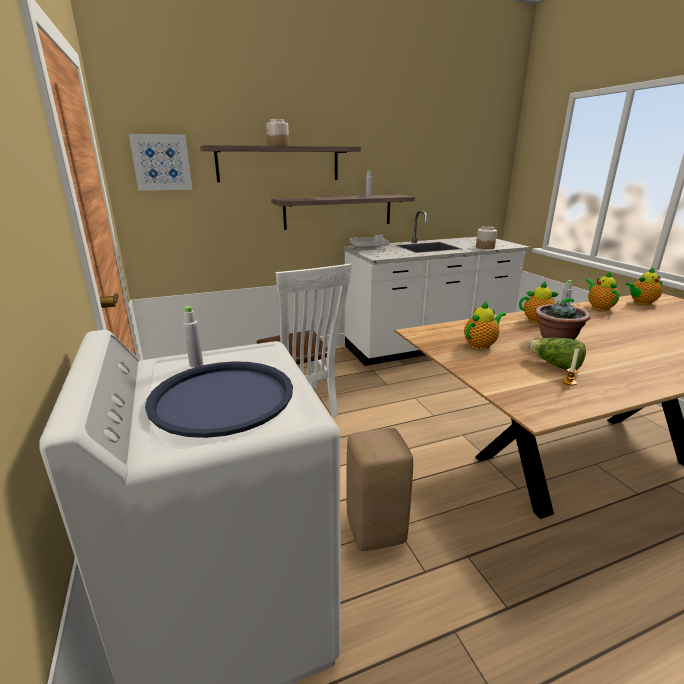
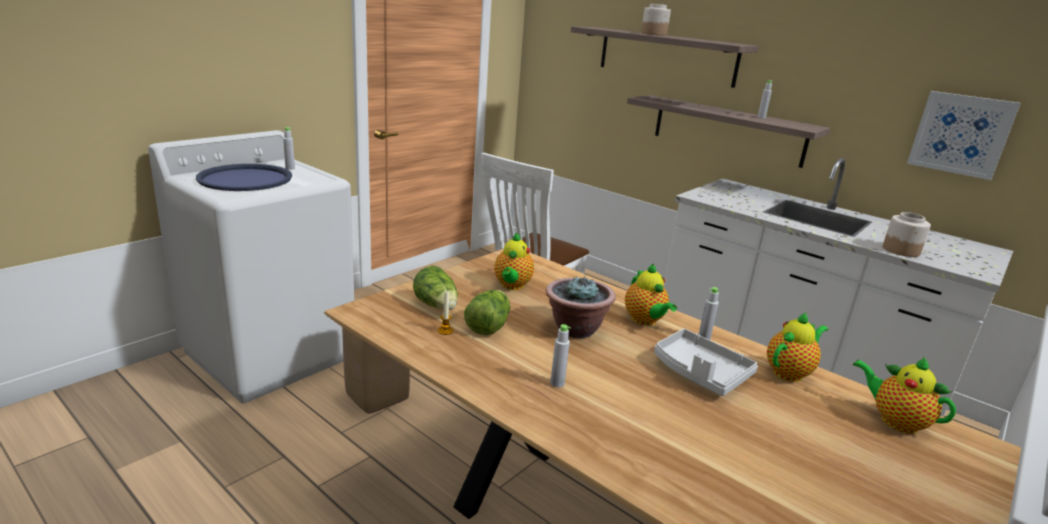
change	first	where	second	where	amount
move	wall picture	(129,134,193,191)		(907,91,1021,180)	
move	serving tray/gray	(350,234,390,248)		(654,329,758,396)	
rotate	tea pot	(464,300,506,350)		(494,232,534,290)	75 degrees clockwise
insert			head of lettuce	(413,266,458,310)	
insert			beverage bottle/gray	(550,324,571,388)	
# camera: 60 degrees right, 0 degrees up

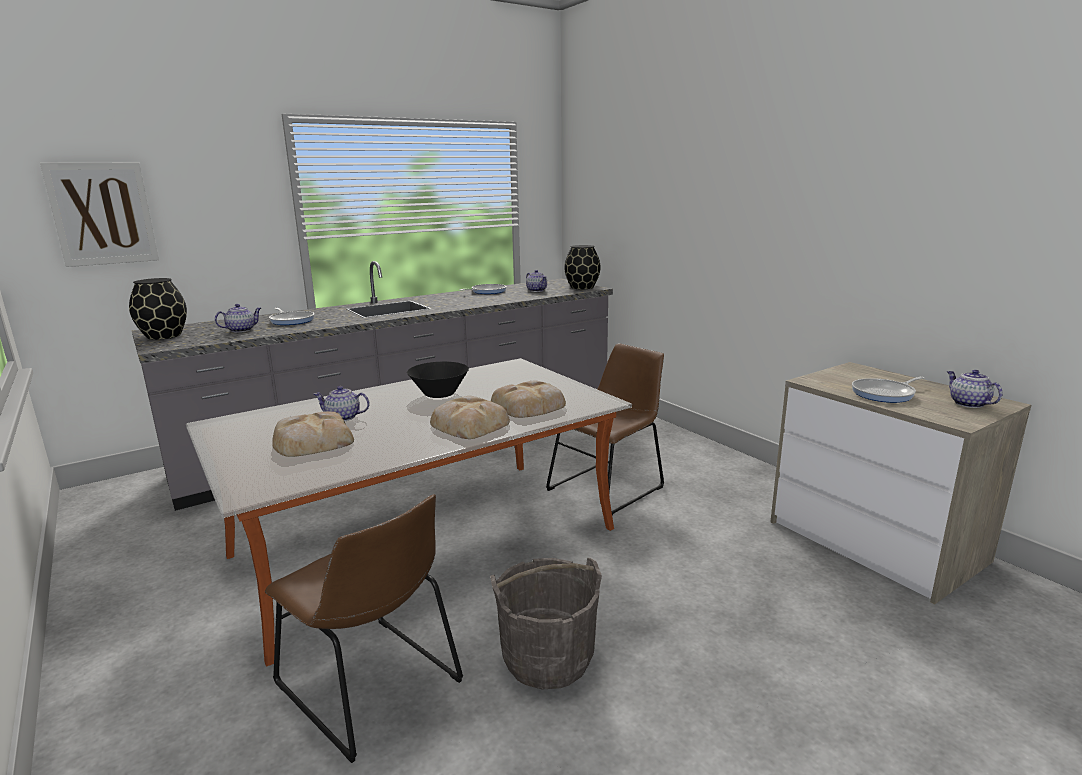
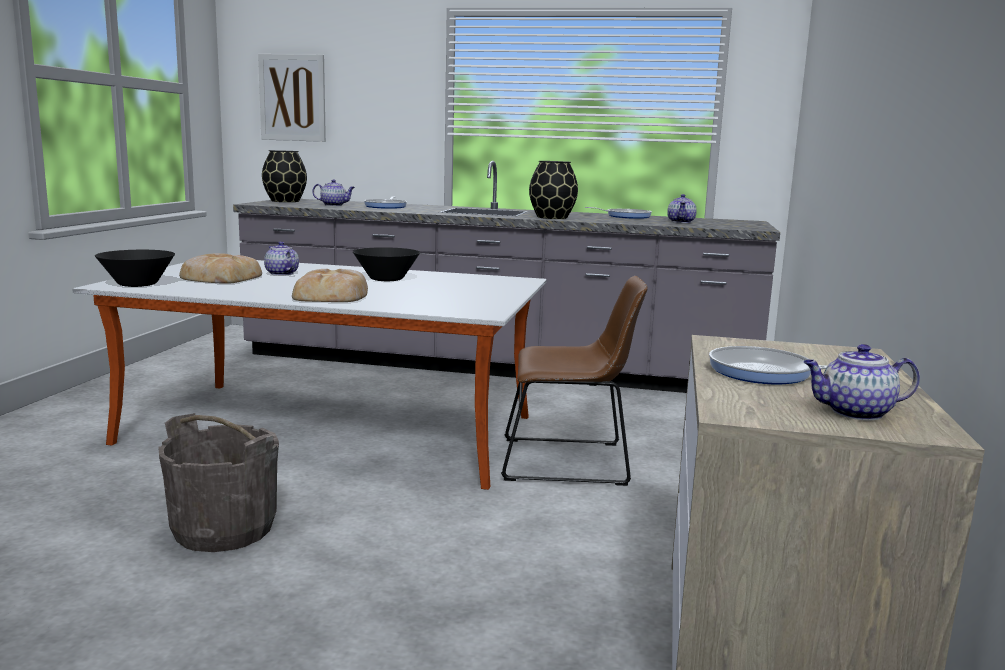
change	first	where	second	where	amount
delete	chair/brownish	(265,494,463,763)			
delete	baked bread	(491,380,566,418)			
move	vase/blackish	(564,245,601,289)		(529,161,578,219)	
rotate	tea pot	(947,370,1003,408)		(804,344,920,420)	120 degrees counterclockwise
insert			deep dish/blackish	(95,250,175,287)	
# camera: 45 degrees right, 5 degrees down

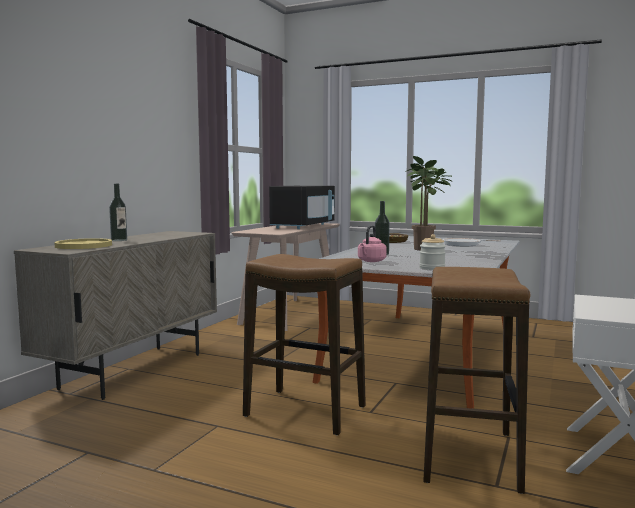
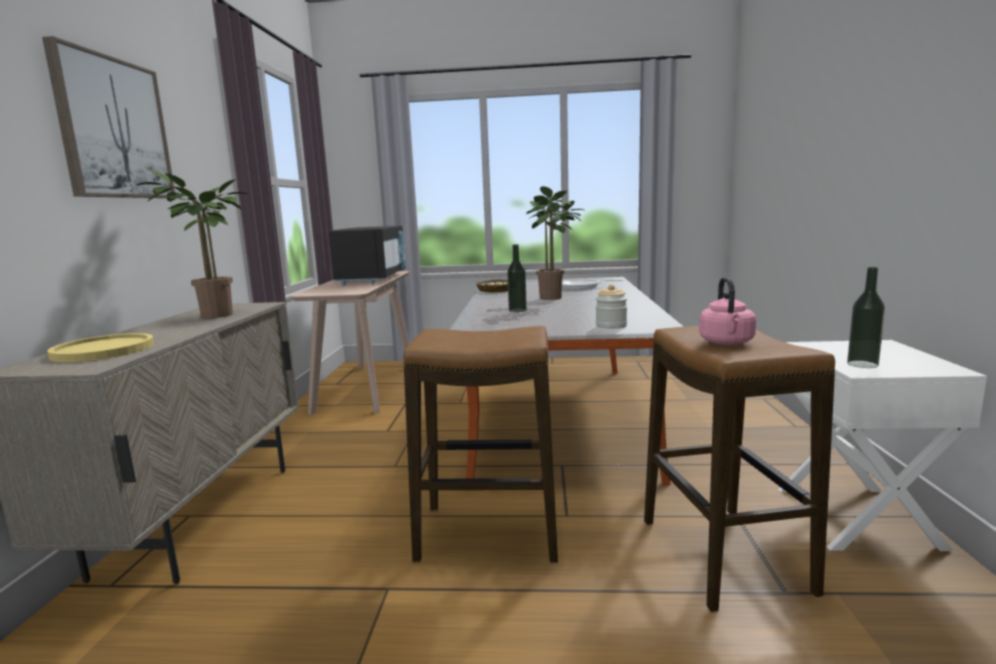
change	first	where	second	where	amount
move	beverage bottle	(109,184,127,241)		(847,267,885,368)	
move	kettle/pink-coloured	(358,225,387,262)		(699,277,756,345)	
insert			wall picture	(42,36,175,198)	
insert			potted plant	(136,169,248,318)	
# camera: 20 degrees left, 5 degrees up

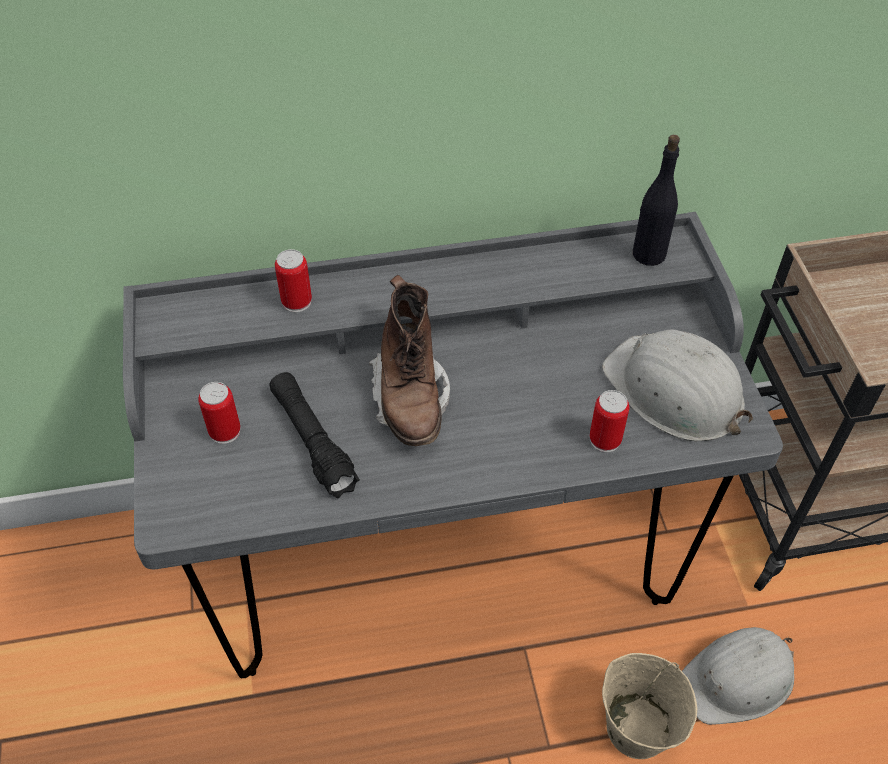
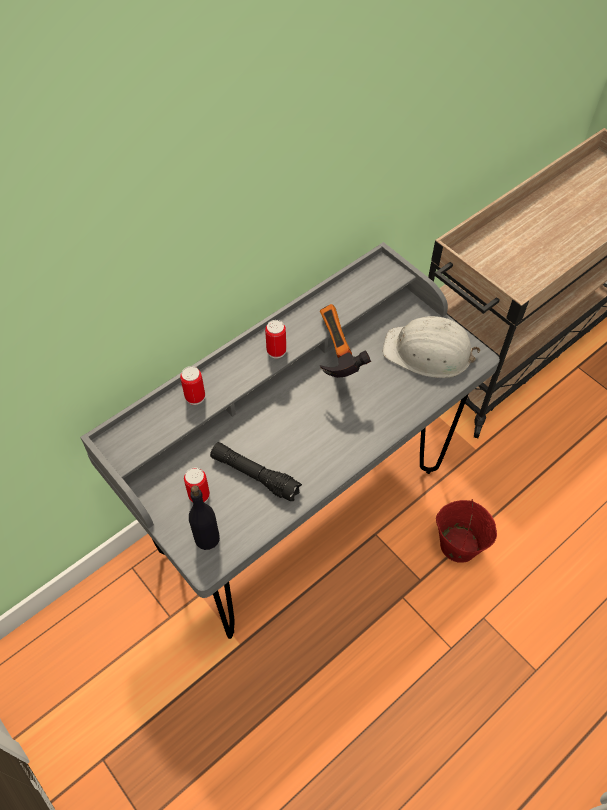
change	first	where	second	where	amount
delete	tall boot/brownish	(369,275,450,446)			
move	can	(590,390,629,453)		(265,320,286,358)	
recolor	bucket/beige	(602,653,697,759)	bucket/red-coloured	(436,499,497,563)	
move	beverage bottle/blackish	(633,135,680,266)		(189,485,220,550)	
delete	hard hat/white-coloured	(682,627,794,725)			
insert			hand hammer	(320,304,371,378)	
# camera: 30 degrees left, 5 degrees up

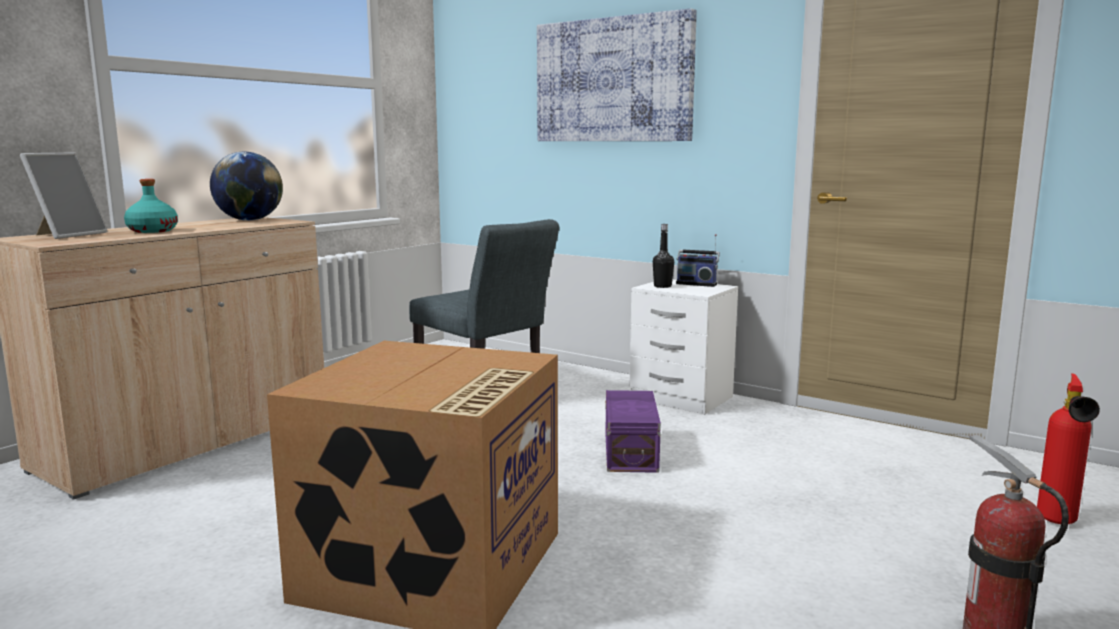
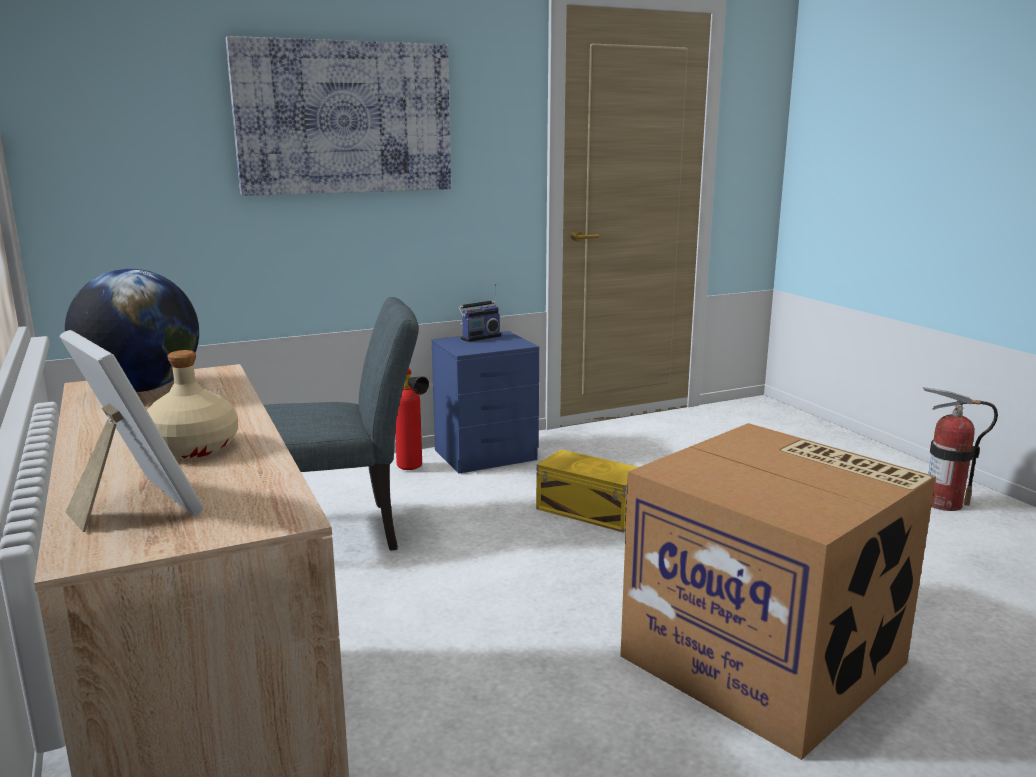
change	first	where	second	where	amount
recolor	beverage bottle/blue-green	(124,179,178,233)	beverage bottle/beige	(147,350,238,459)	
recolor	storage box/purplish	(605,390,661,473)	storage box/yellowish	(536,450,638,533)	
recolor	bedside table/white-coloured	(630,279,738,414)	bedside table/blue	(432,331,539,474)	
delete	beverage bottle/blackish	(653,224,674,288)			
move	fire-fighting cylinder	(1037,373,1100,524)		(395,368,429,470)	
# camera: 60 degrees left, 5 degrees up

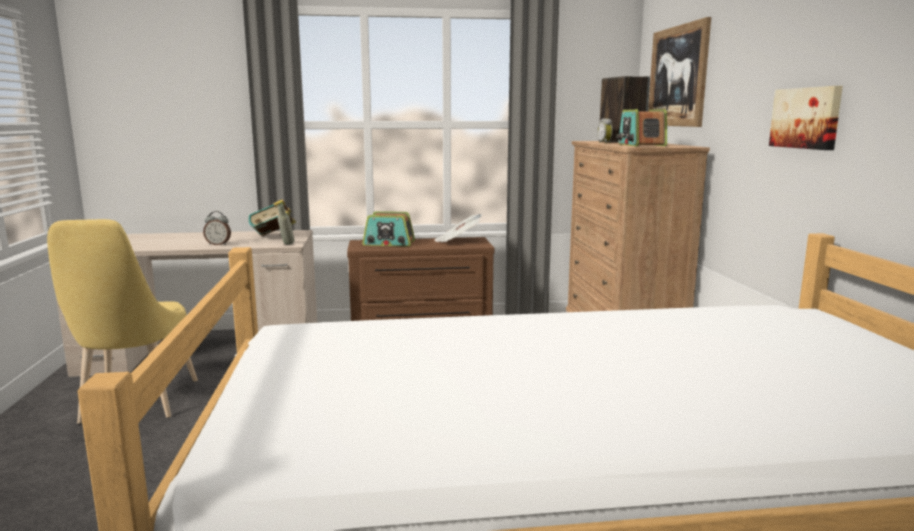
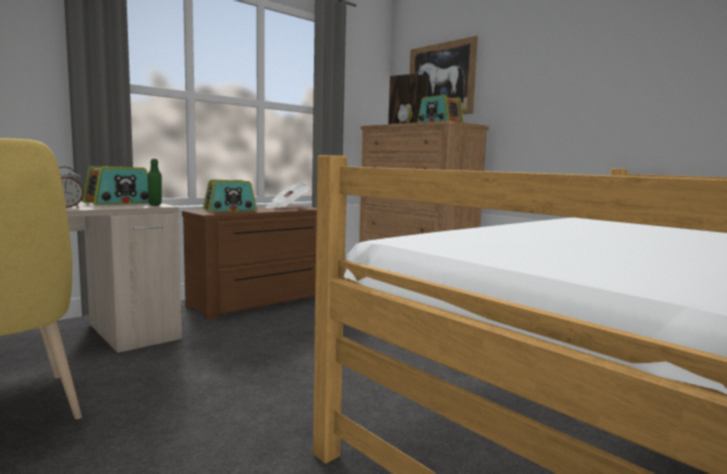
change	first	where	second	where	amount
replace	book	(248,199,296,235)	radio set	(82,166,148,205)	
recolor	beverage bottle/gray	(278,204,294,244)	beverage bottle/green-coloured	(147,159,162,206)	
delete	wall picture	(769,86,843,150)			
# camera: 35 degrees left, 5 degrees down

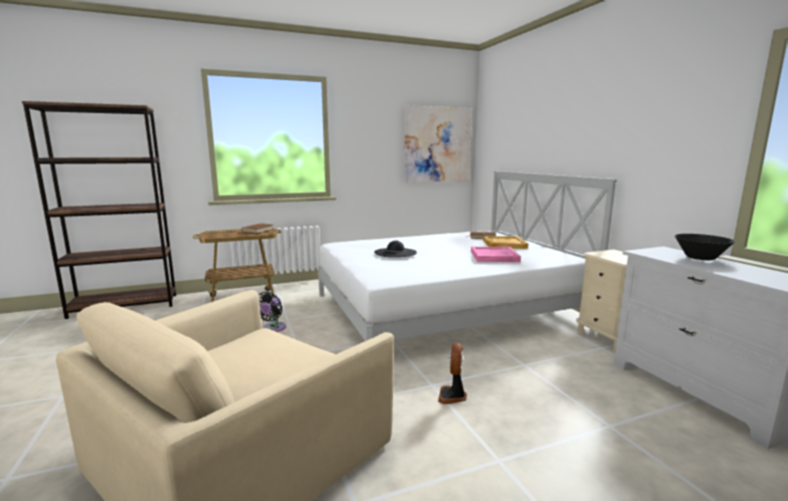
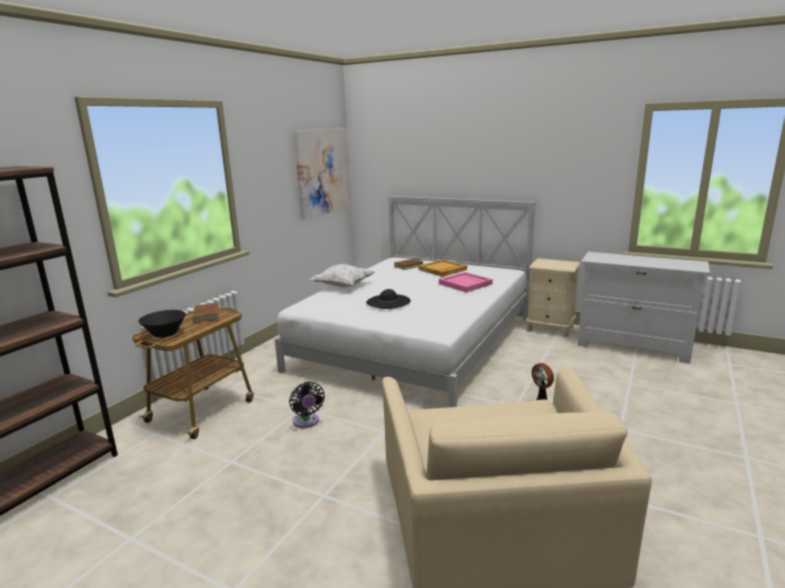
change	first	where	second	where	amount
move	deep dish/blackish	(675,234,735,260)		(138,310,186,338)	
insert			cushion/white-coloured	(310,264,375,287)	
# camera: 40 degrees left, 5 degrees up

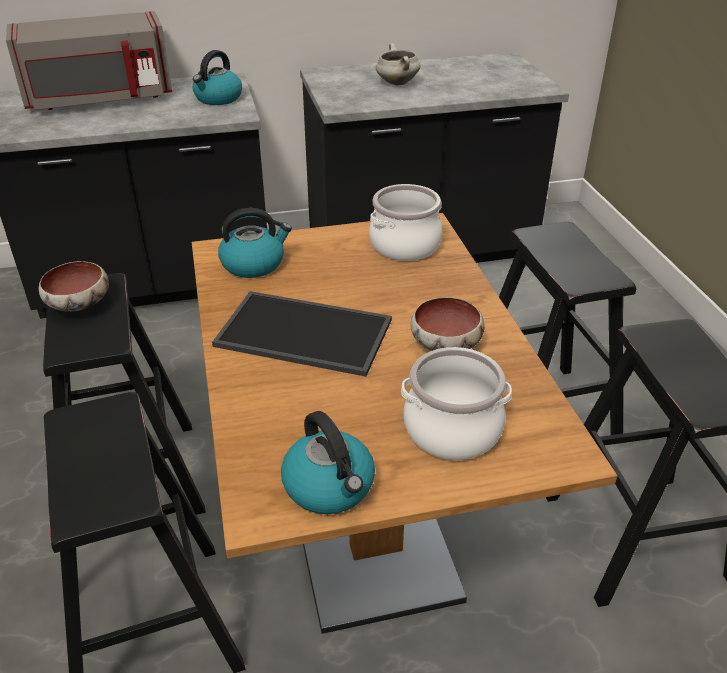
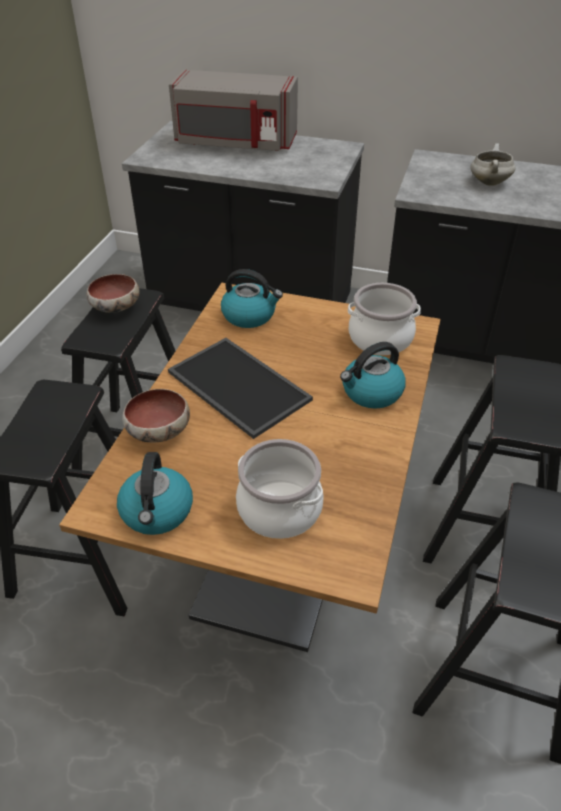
change	first	where	second	where	amount
move	kettle	(192,50,242,105)		(340,342,406,409)	
move	deep dish	(411,297,485,351)		(122,389,190,443)	
# camera: 30 degrees right, 5 degrees up

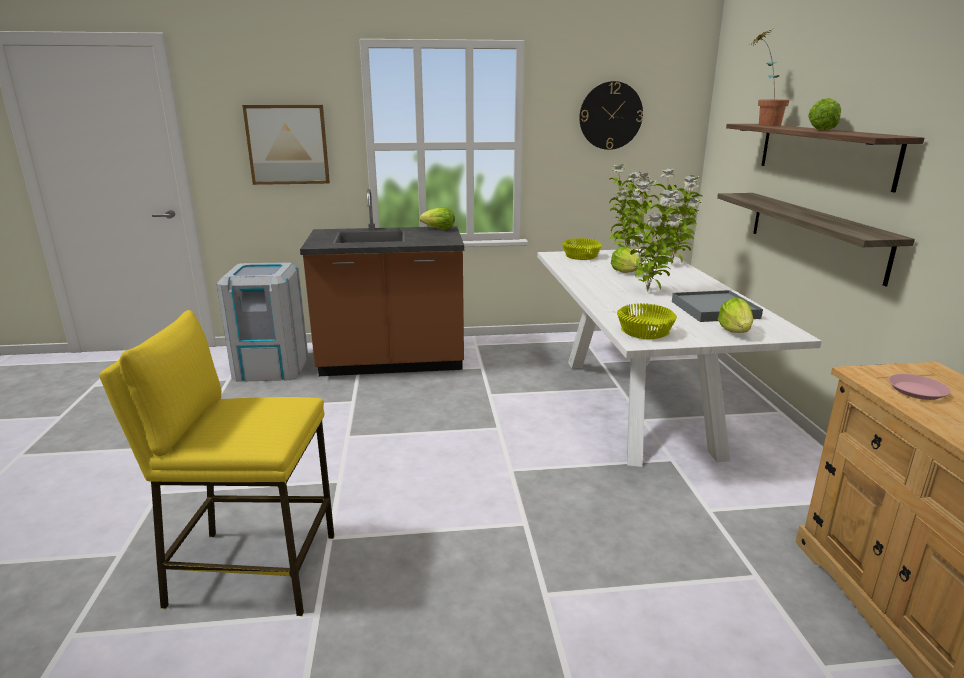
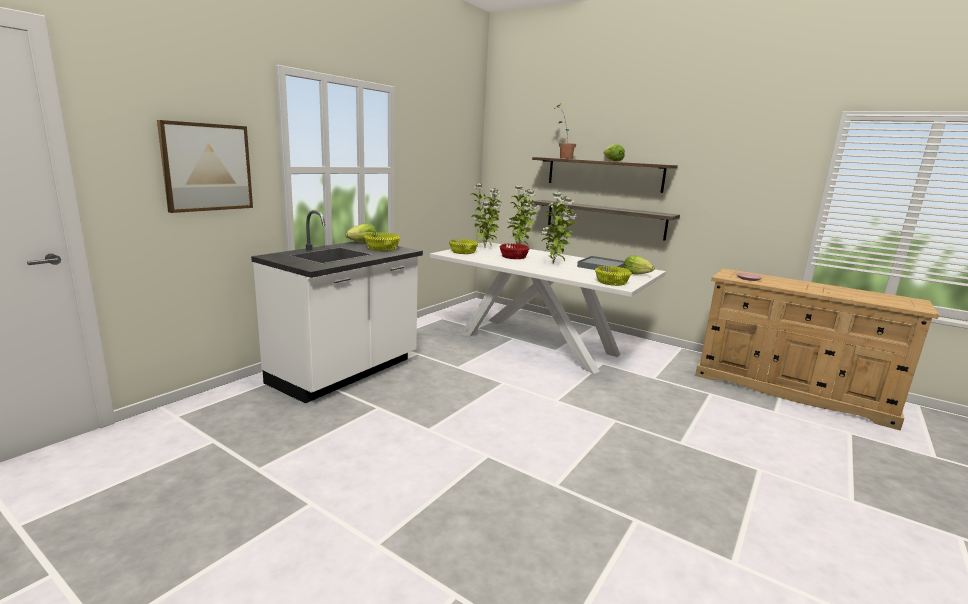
change	first	where	second	where	amount
delete	stool/yellowish	(99,310,334,616)			
delete	rubbish bin/gray	(216,262,308,382)			
recolor	kitchen base unit/brownish	(300,189,464,376)	kitchen base unit/white-coloured	(251,210,423,403)	
delete	hanging clock	(579,81,643,150)			
replace	head of lettuce	(611,247,642,273)	deep dish/red-coloured	(500,243,530,259)	
insert			deep dish/yellowish	(364,232,401,251)	
# camera: 50 degrees left, 5 degrees down

